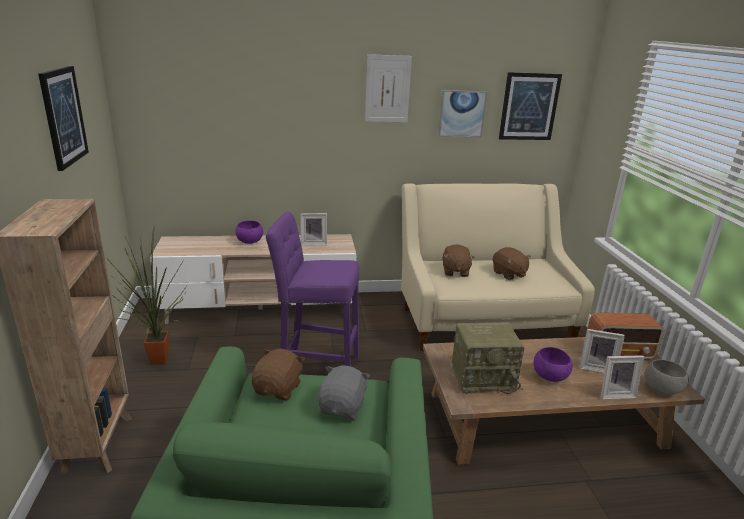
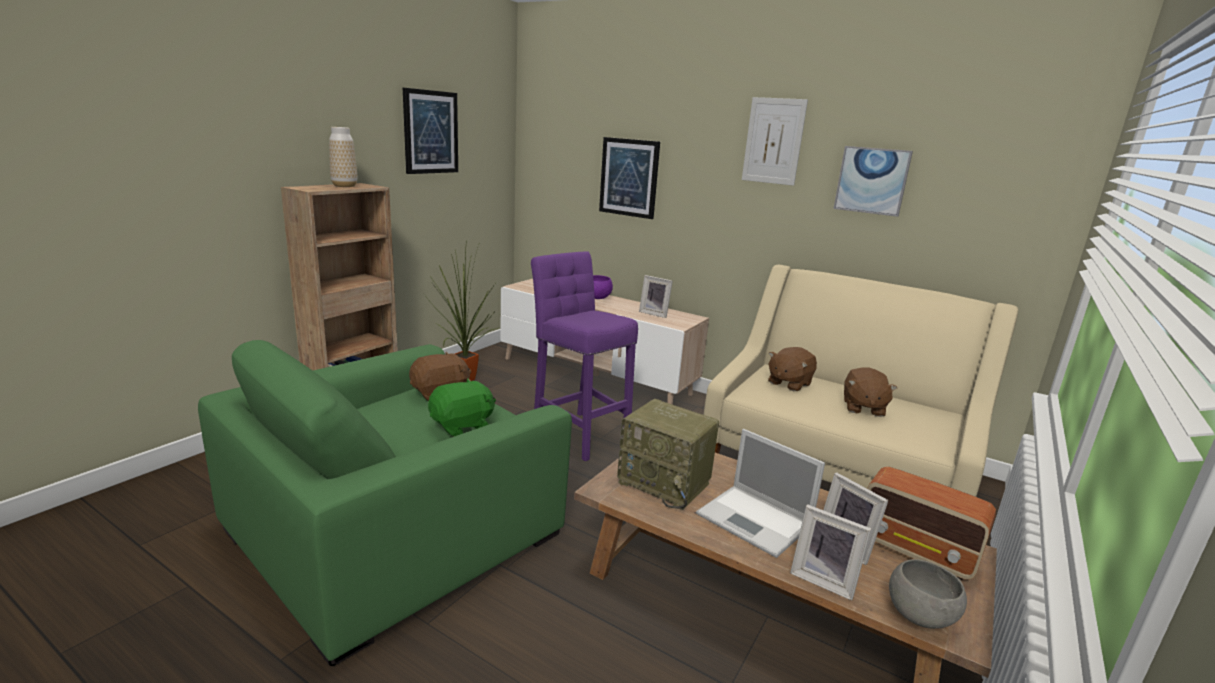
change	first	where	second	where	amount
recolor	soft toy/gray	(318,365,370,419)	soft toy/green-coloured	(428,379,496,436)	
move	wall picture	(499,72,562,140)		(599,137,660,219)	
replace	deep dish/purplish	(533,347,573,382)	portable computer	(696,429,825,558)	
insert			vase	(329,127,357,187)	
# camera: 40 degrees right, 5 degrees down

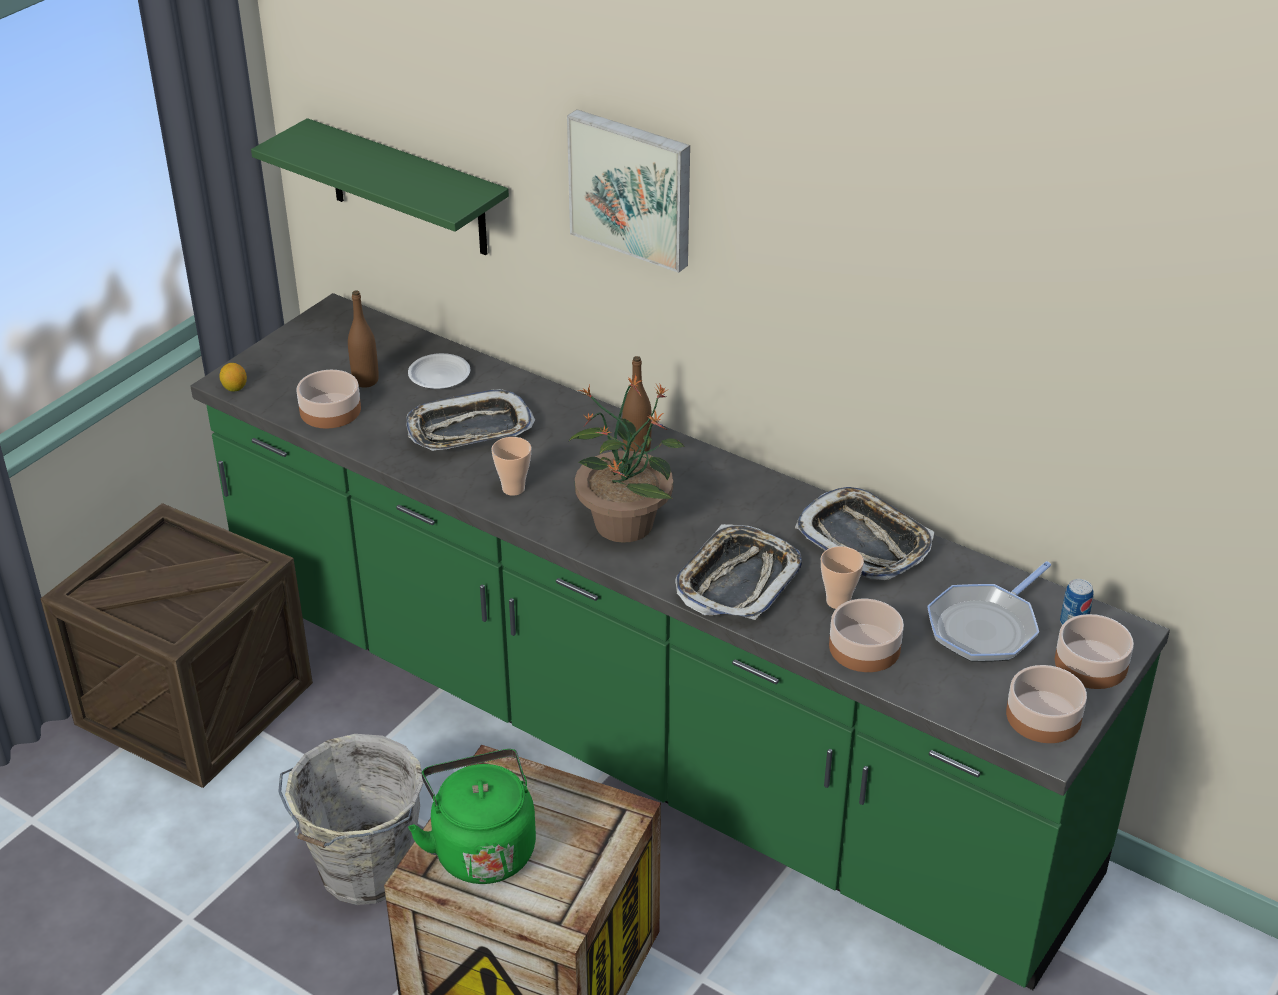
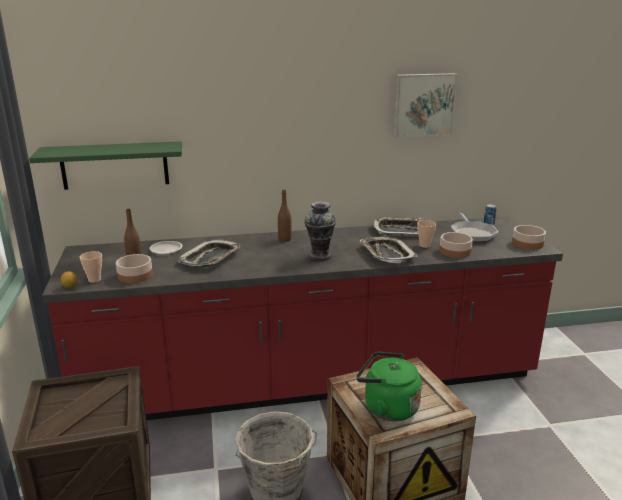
change	first	where	second	where	amount
recolor	kitchen base unit/green-coloured	(190,293,1170,990)	kitchen base unit/red-coloured	(42,216,563,420)	
move	drinking cup	(492,437,531,496)		(80,251,102,283)	
move	wall picture	(567,109,690,273)		(393,73,458,137)	
replace	potted plant	(568,374,685,543)	vase	(304,202,336,262)	
delete	deep dish	(1055,614,1134,689)			
# camera: 45 degrees left, 15 degrees down

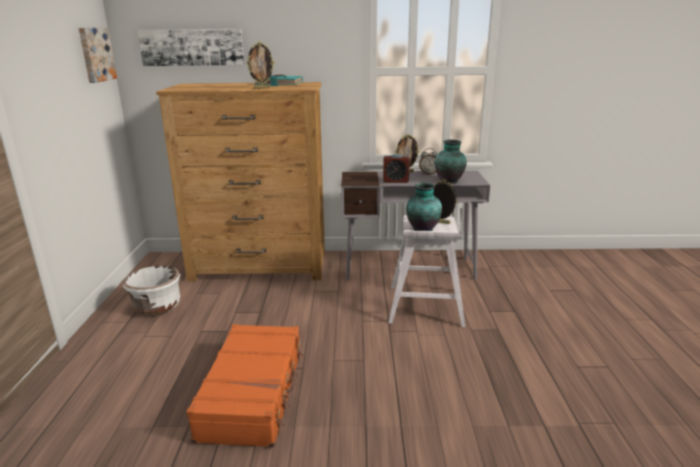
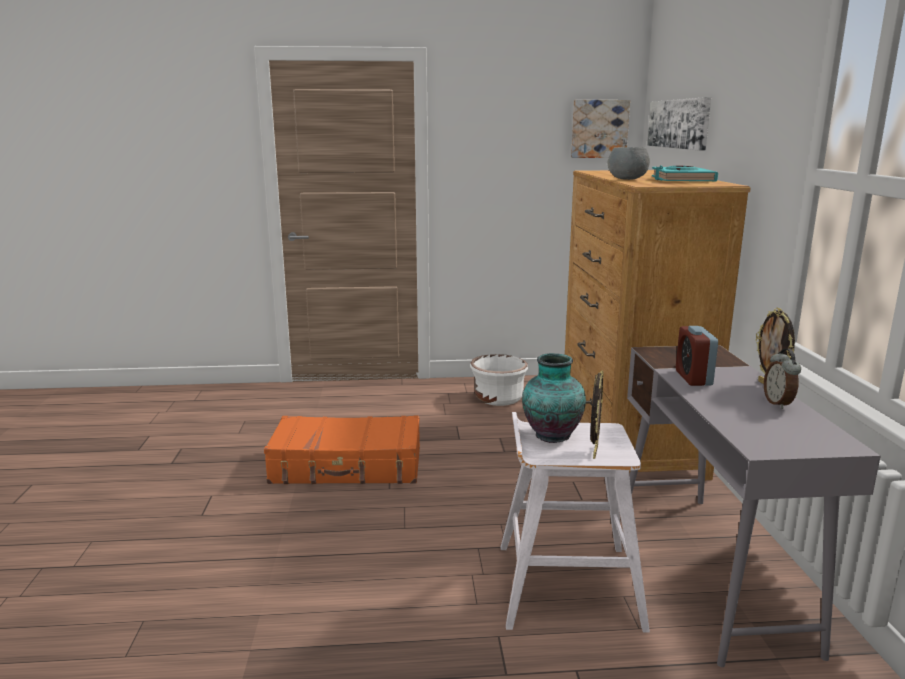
change	first	where	second	where	amount
replace	standing frame	(246,42,275,89)	deep dish/gray	(608,147,650,180)	
delete	vase	(435,139,467,184)			
# camera: 85 degrees right, 5 degrees down

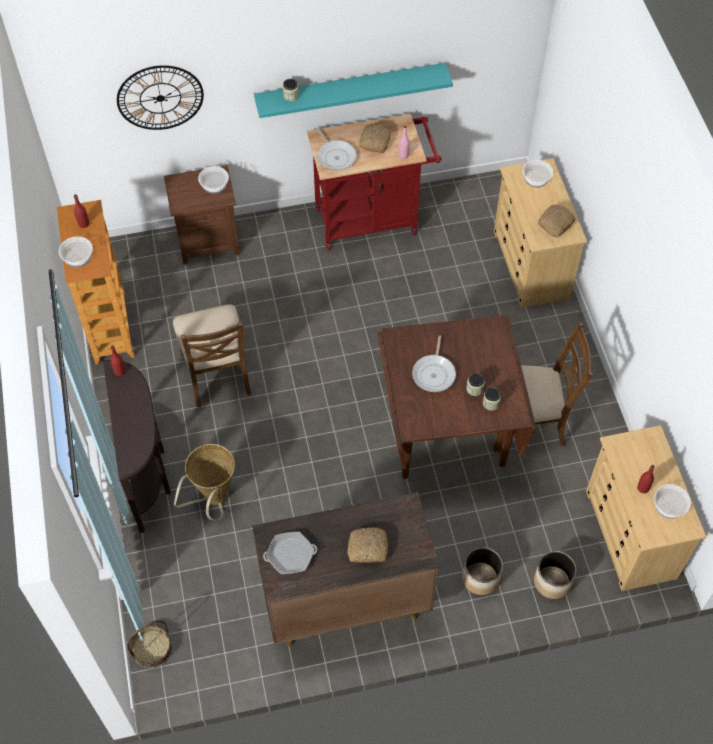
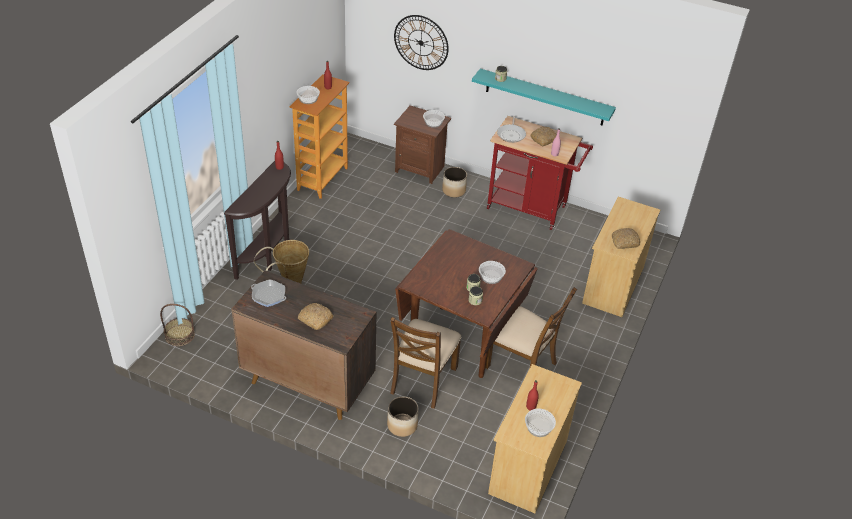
change	first	where	second	where	amount
move	chair/brownish	(173,304,251,407)		(390,317,461,409)	
delete	skillet	(412,335,456,392)			
move	deep dish	(522,160,553,188)		(479,261,506,284)	
move	plant pot	(534,551,576,599)		(442,167,467,197)	
# camera: 35 degrees right, 15 degrees down

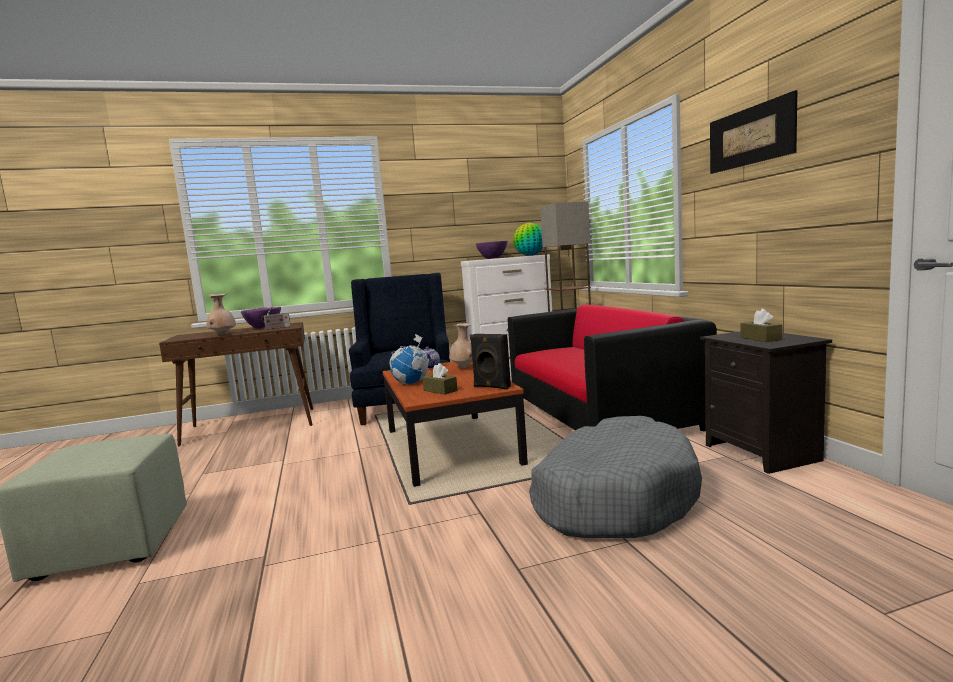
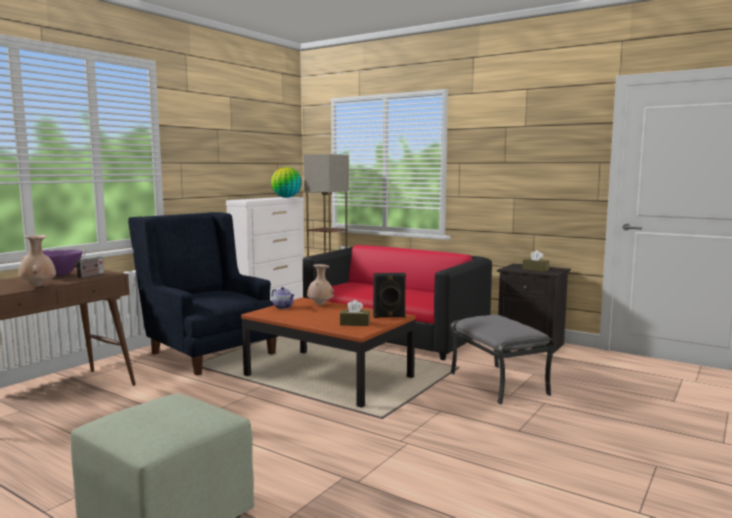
change	first	where	second	where	amount
delete	desk globe	(390,334,430,385)			
delete	deep dish/purplish	(476,241,508,259)			
replace	dog cushion/gray	(529,416,702,538)	pouffe/gray	(451,315,555,405)	
delete	wall picture	(710,90,797,174)			
# camera: 40 degrees left, 0 degrees up

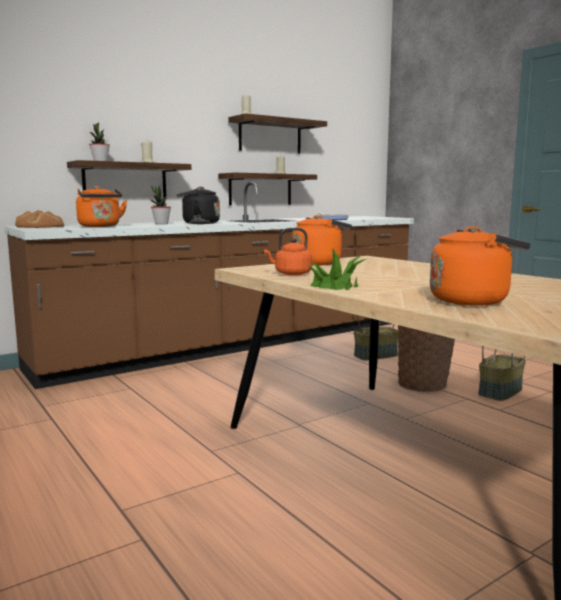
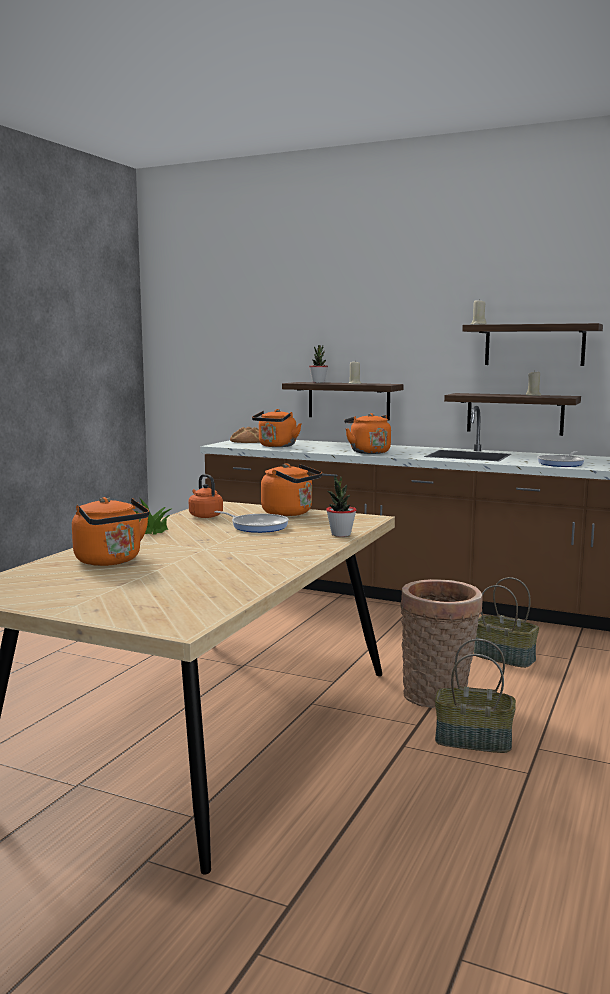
change	first	where	second	where	amount
move	potted plant	(151,185,171,224)		(326,475,357,537)	
recolor	kettle/blackish	(177,187,220,224)	kettle/orange-coloured	(344,413,391,454)	
insert			skillet	(214,511,289,533)	
# camera: 60 degrees right, 0 degrees up

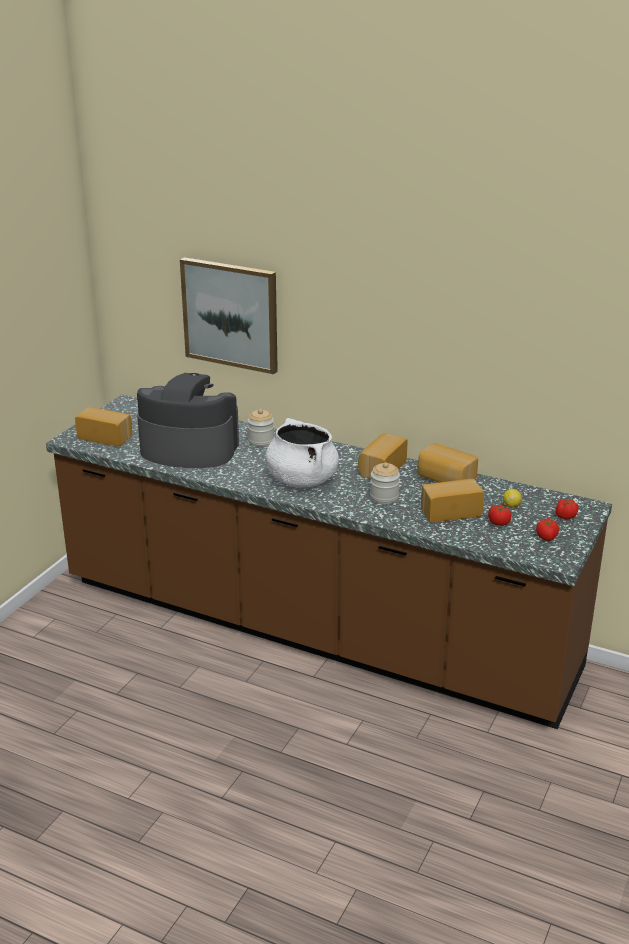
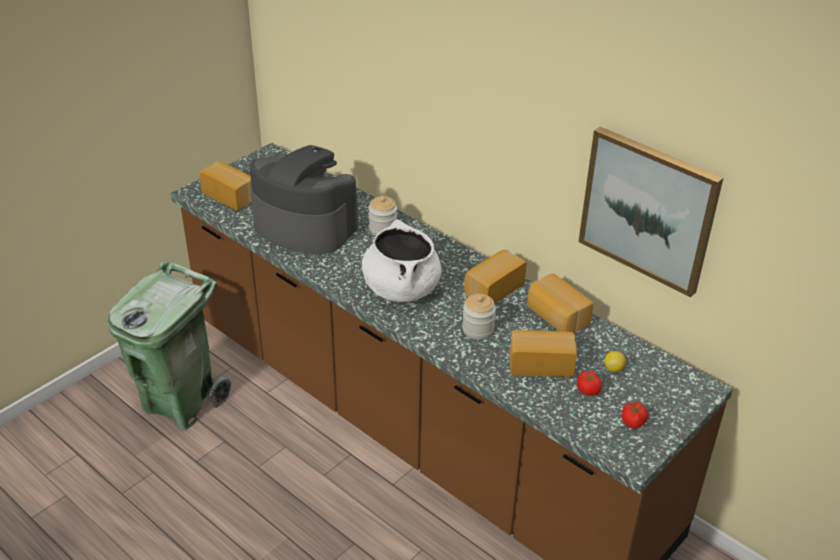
change	first	where	second	where	amount
move	wall picture	(180,257,278,374)		(578,127,723,297)	
delete	fresh tomato	(556,499,578,520)			
insert			rubbish bin/green-coloured	(108,261,231,431)	
# camera: 15 degrees right, 10 degrees up

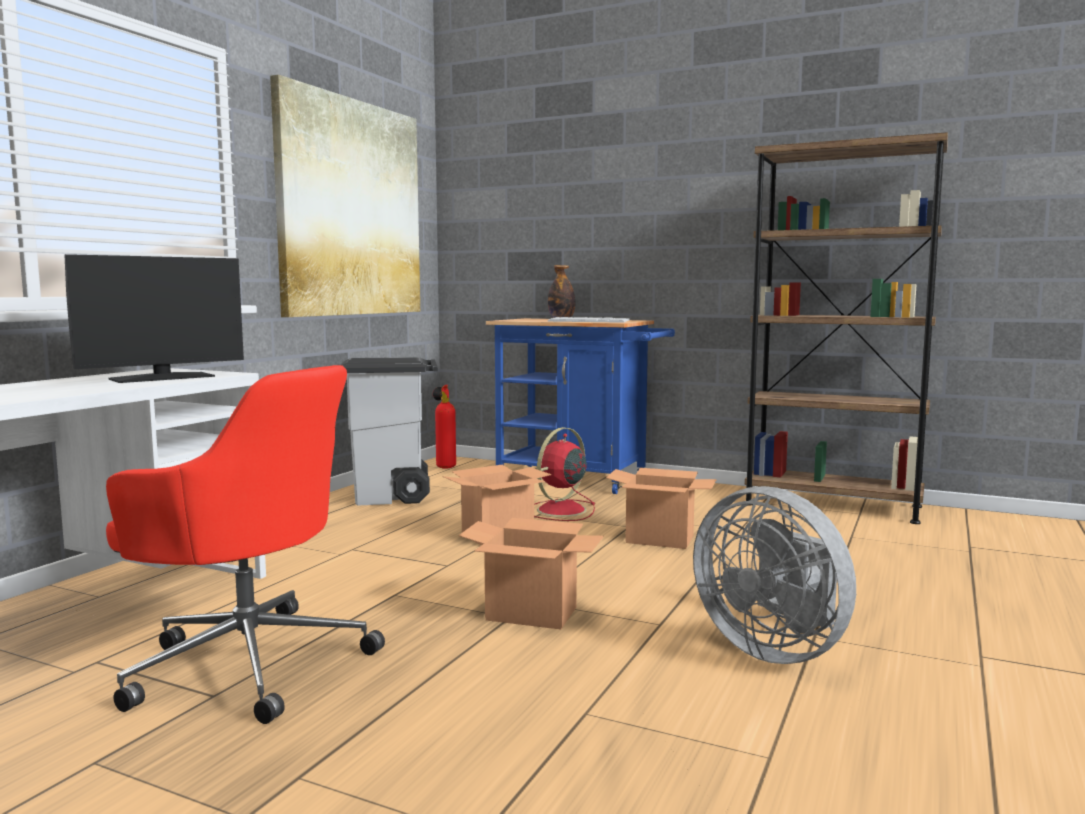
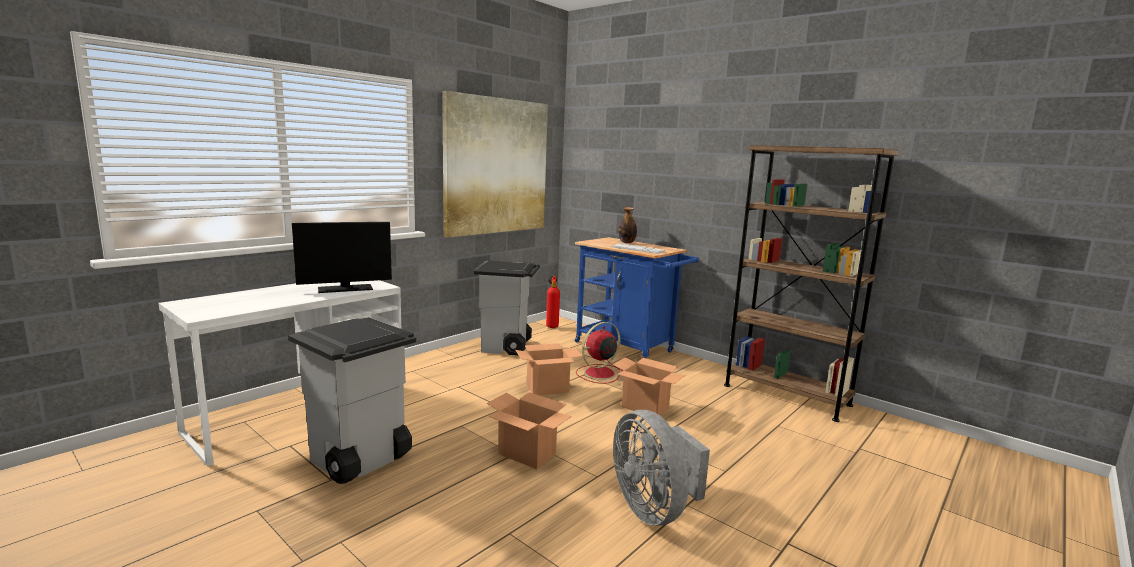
change	first	where	second	where	amount
replace	computer chair/red-coloured	(106,365,385,724)	rubbish bin/gray	(288,317,416,484)	
# camera: 15 degrees right, 5 degrees up

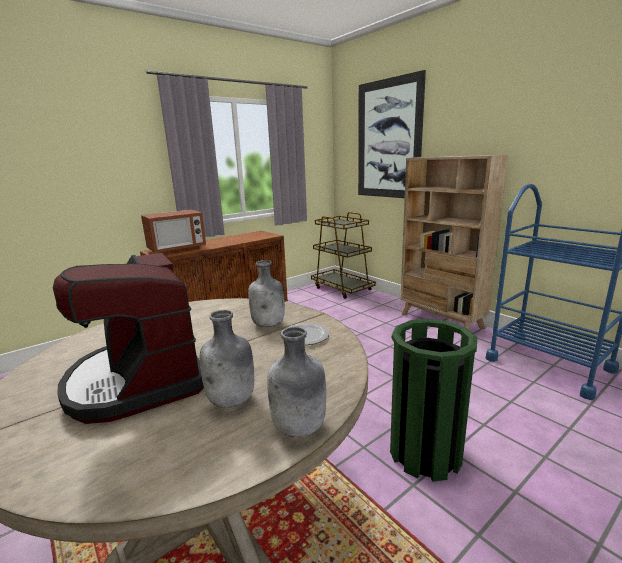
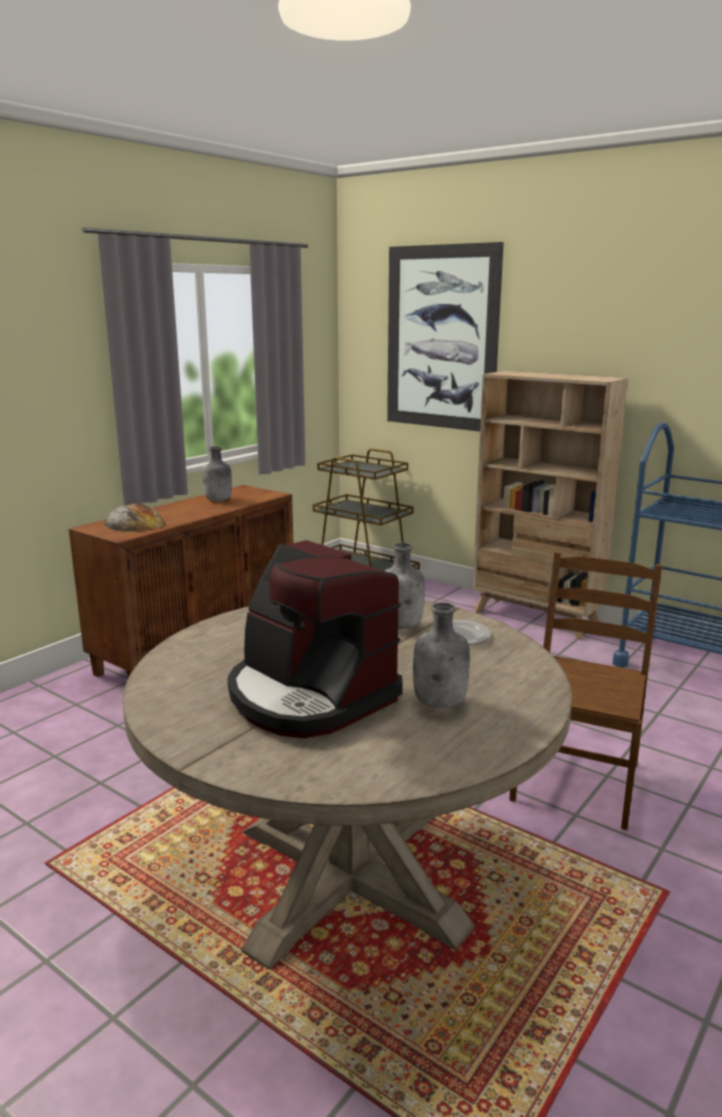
change	first	where	second	where	amount
replace	microwave	(141,210,206,254)	baked bread	(104,503,165,532)	
move	beverage bottle/gray	(267,327,326,437)		(203,446,232,501)	
replace	rubbish bin/green-coloured	(390,319,477,482)	chair/brownish	(509,551,663,830)	
# camera: 15 degrees left, 0 degrees up

